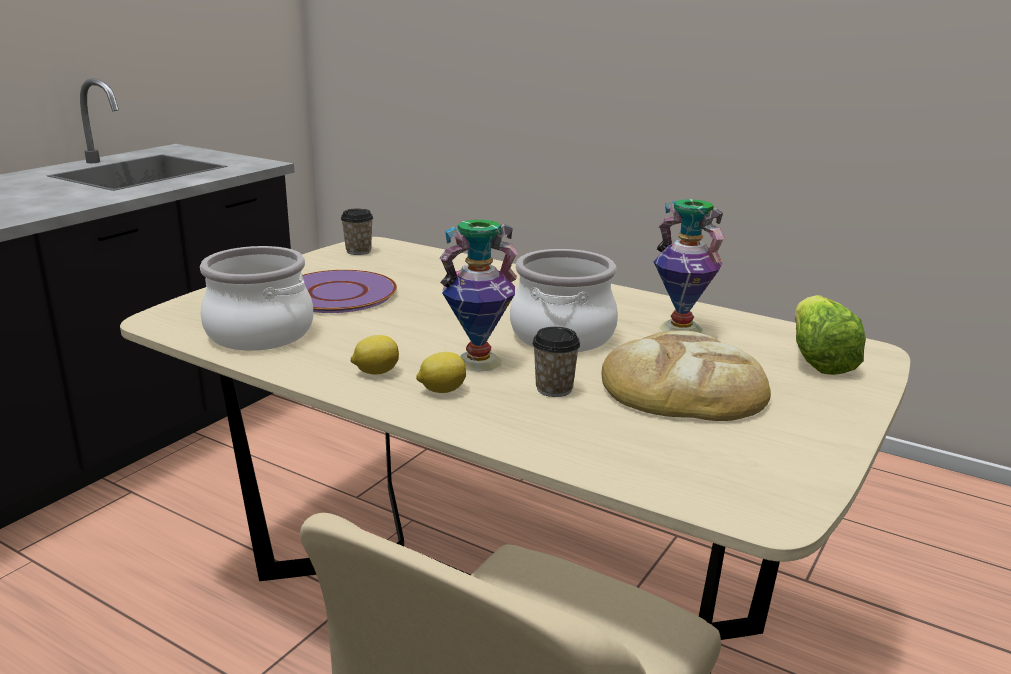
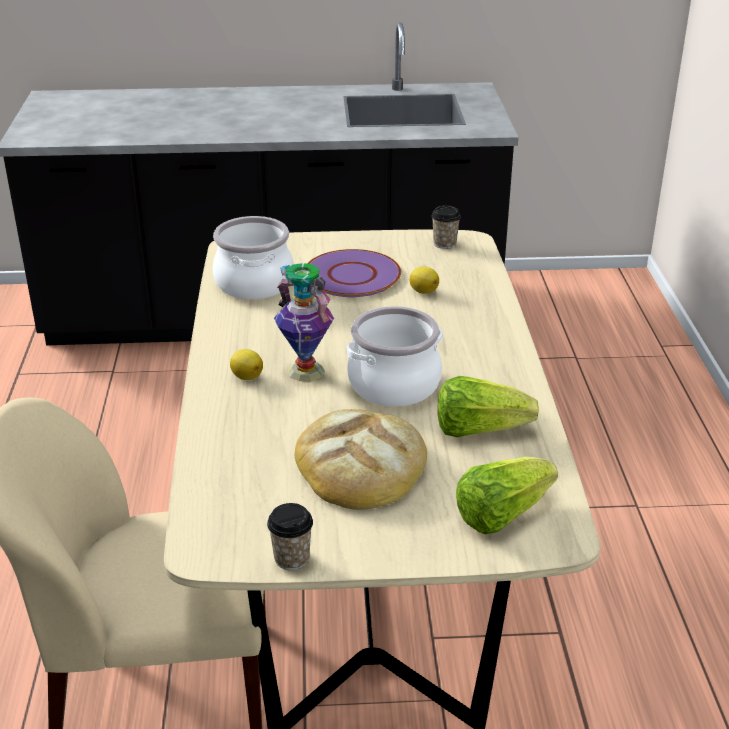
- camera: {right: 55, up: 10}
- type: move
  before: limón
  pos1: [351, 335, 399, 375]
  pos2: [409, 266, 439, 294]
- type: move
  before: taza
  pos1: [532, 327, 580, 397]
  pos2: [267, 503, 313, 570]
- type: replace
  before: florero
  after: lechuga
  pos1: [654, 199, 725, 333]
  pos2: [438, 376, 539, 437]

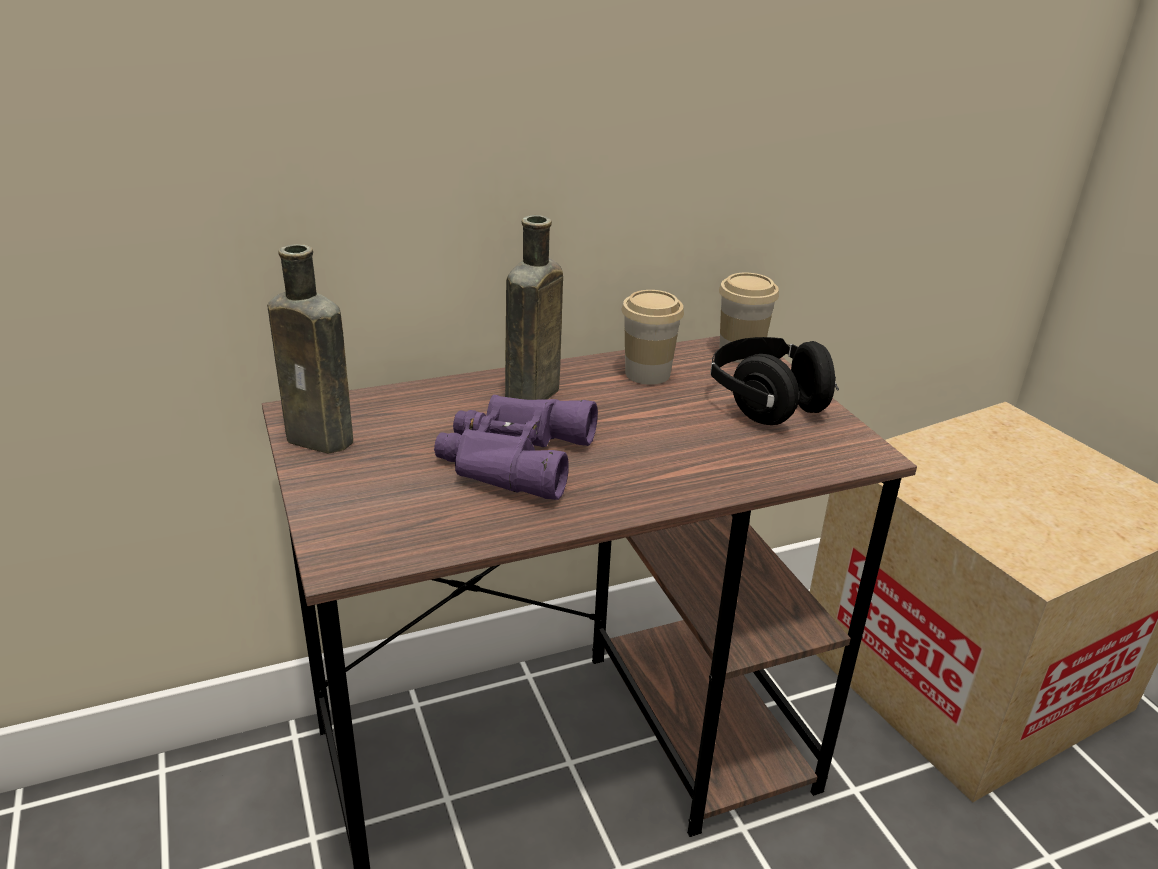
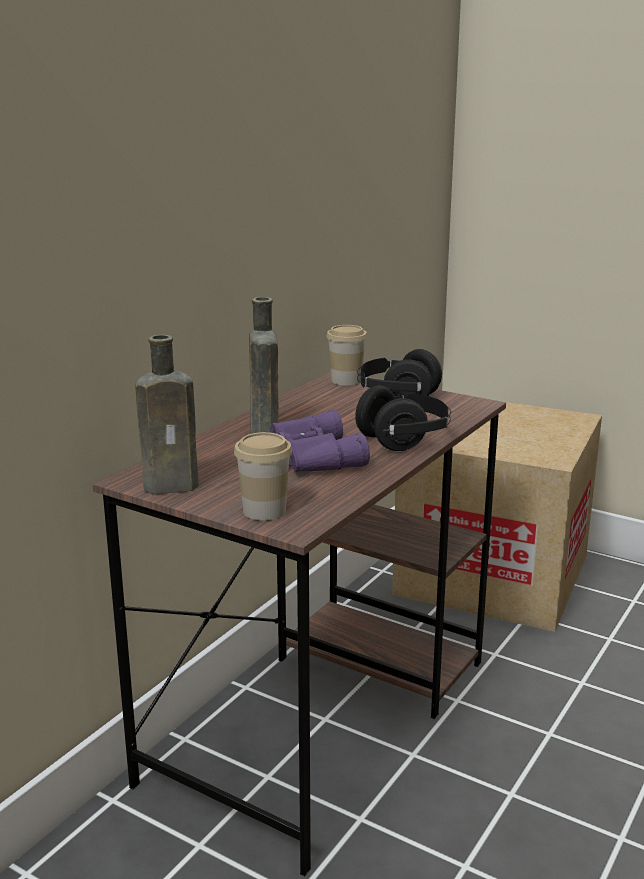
- camera: {right: -35, up: -10}
- type: move
  before: taza
  pos1: [621, 290, 684, 385]
  pos2: [234, 432, 292, 520]
- type: insert
  after: auriculares [negro]
  pos2: [355, 385, 451, 451]

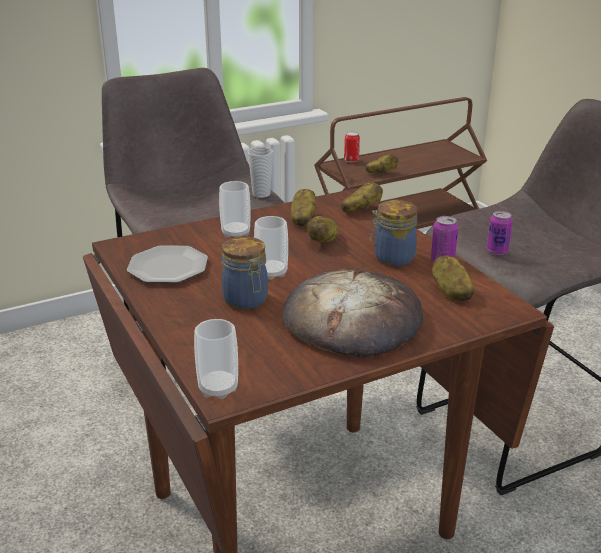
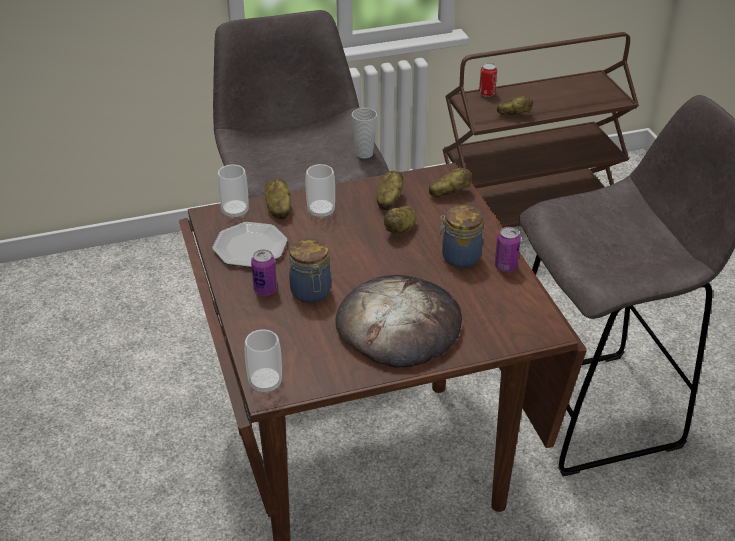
- camera: {right: 10, up: 10}
- type: move
  before: taza
  pos1: [254, 216, 288, 280]
  pos2: [218, 164, 249, 219]
- type: move
  before: patata
  pos1: [432, 255, 474, 301]
  pos2: [265, 179, 291, 219]
- type: move
  before: lata
  pos1: [487, 211, 513, 255]
  pos2: [251, 250, 277, 296]

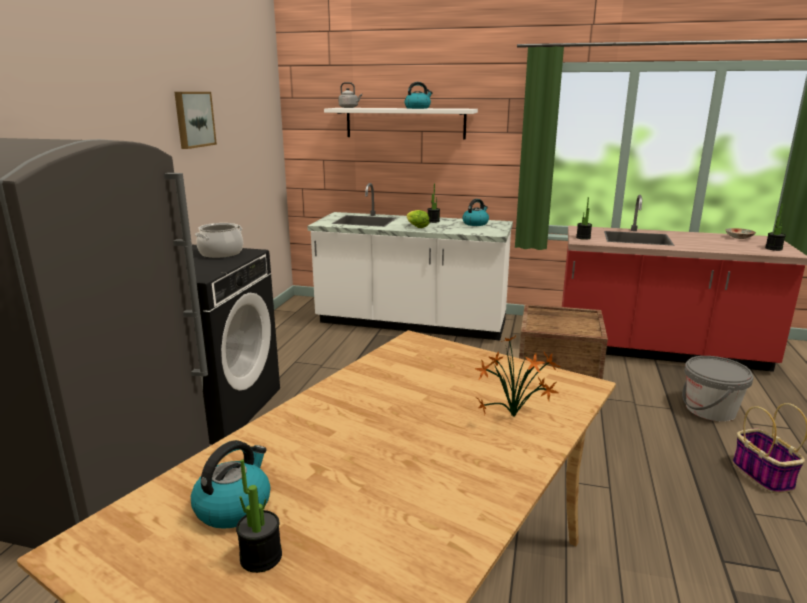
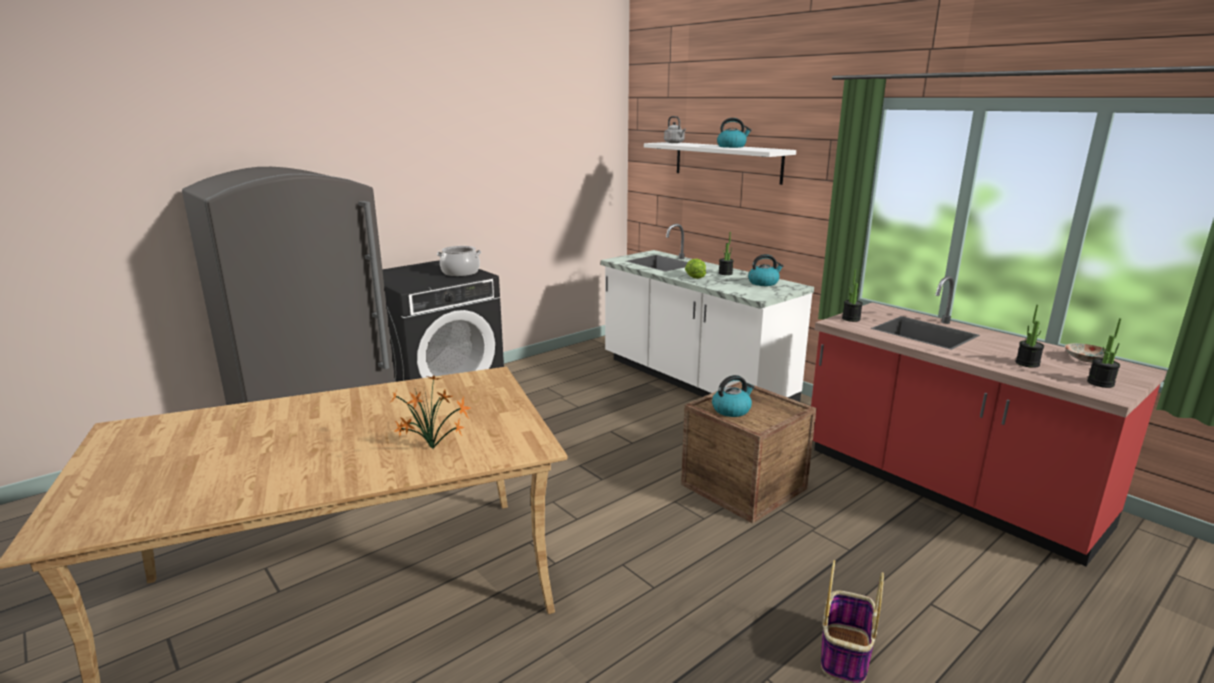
- camera: {right: 35, up: 0}
- type: delete
  before: cuadro
  pos1: [174, 92, 217, 149]
- type: move
  before: hervidor
  pos1: [191, 440, 270, 529]
  pos2: [712, 375, 754, 417]
- type: move
  before: planta en maceta
  pos1: [236, 459, 282, 573]
  pos2: [1016, 305, 1044, 368]
- type: delete
  before: cubo [gris]
  pos1: [682, 356, 753, 421]

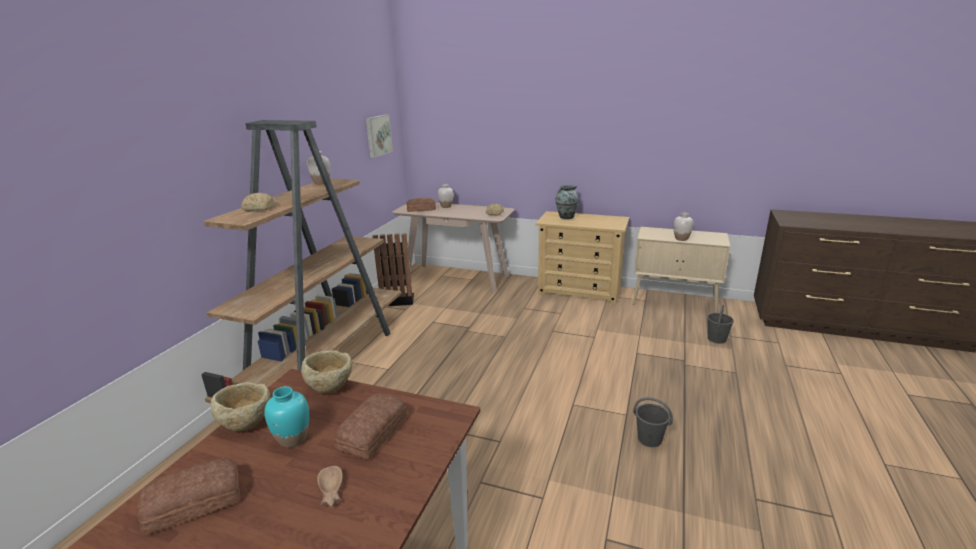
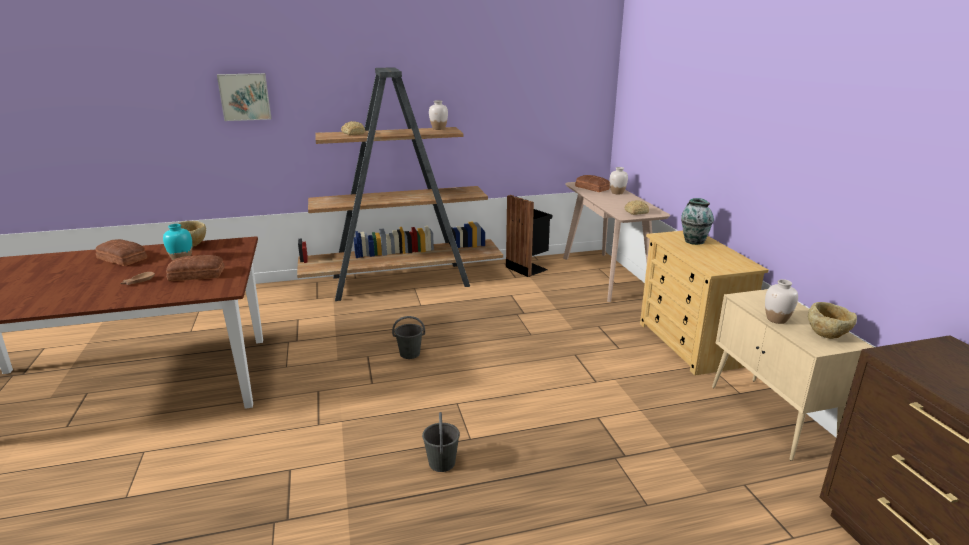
- camera: {right: 55, up: 0}
- type: move
  before: cuenco [beis]
  pos1: [301, 350, 352, 394]
  pos2: [808, 302, 857, 339]
- type: move
  before: cuadro
  pos1: [366, 114, 393, 158]
  pos2: [217, 73, 272, 121]
- type: move
  before: cubo [gris]
  pos1: [707, 305, 734, 344]
  pos2: [392, 316, 425, 359]

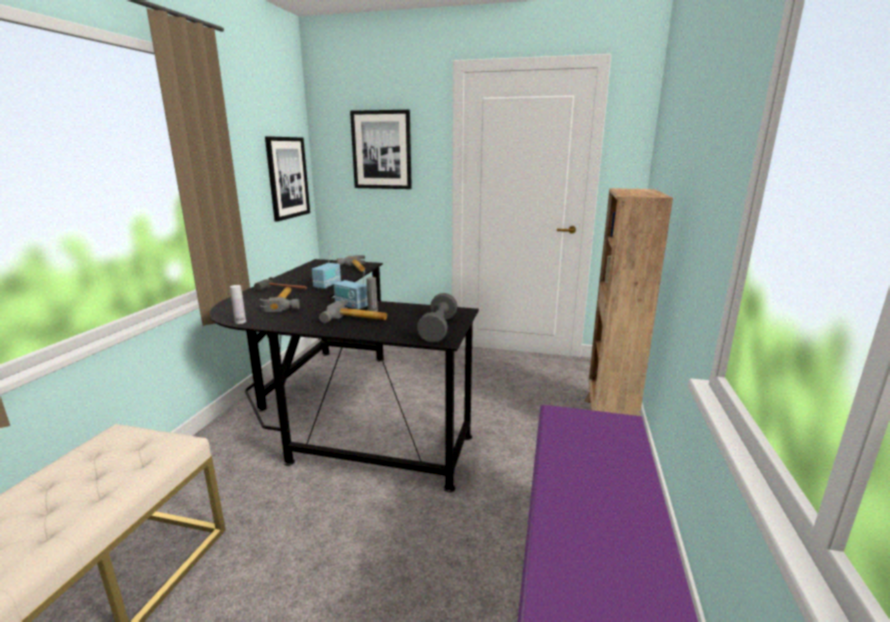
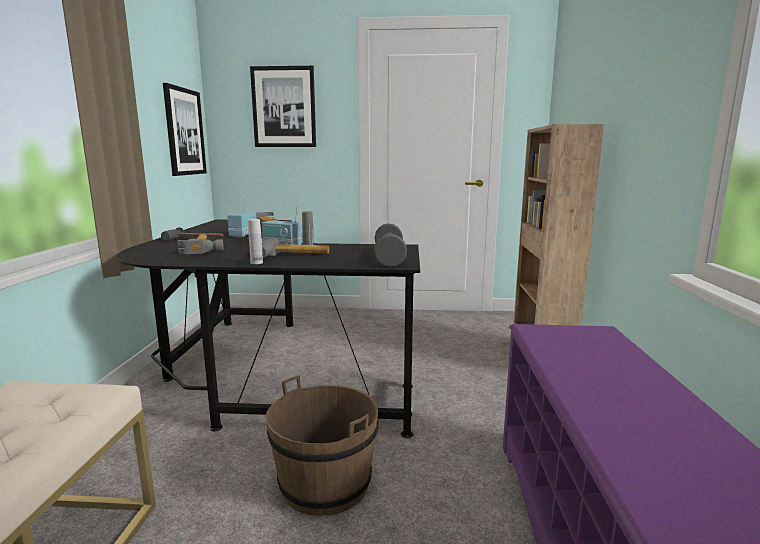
- camera: {right: -10, up: -5}
- type: move
  before: botella [blanco]
  pos1: [230, 285, 246, 324]
  pos2: [248, 219, 263, 264]
- type: insert
  after: cubo [marrón]
  pos2: [266, 375, 378, 516]

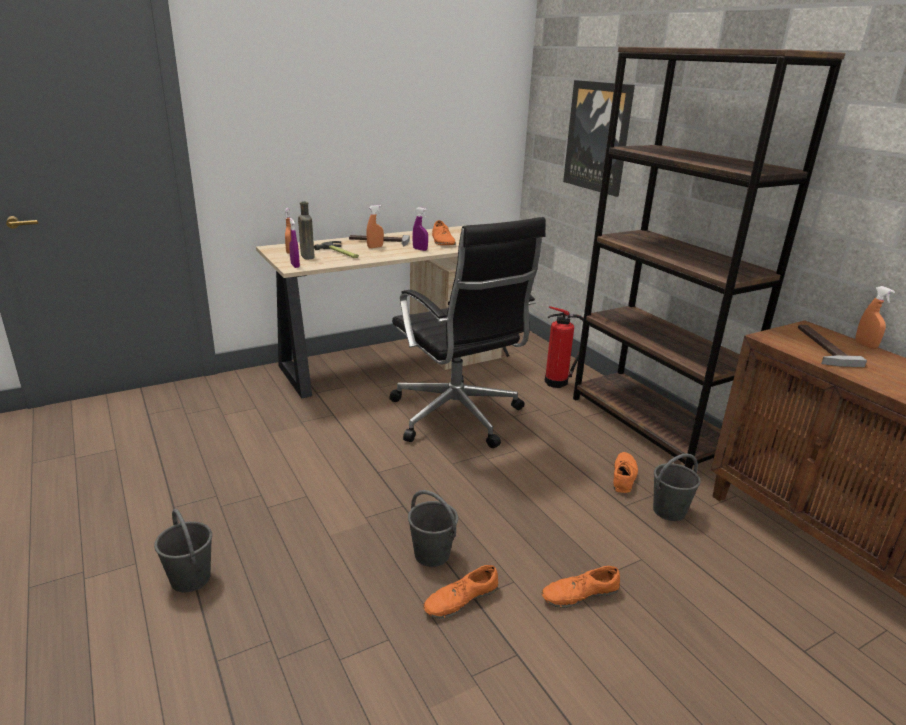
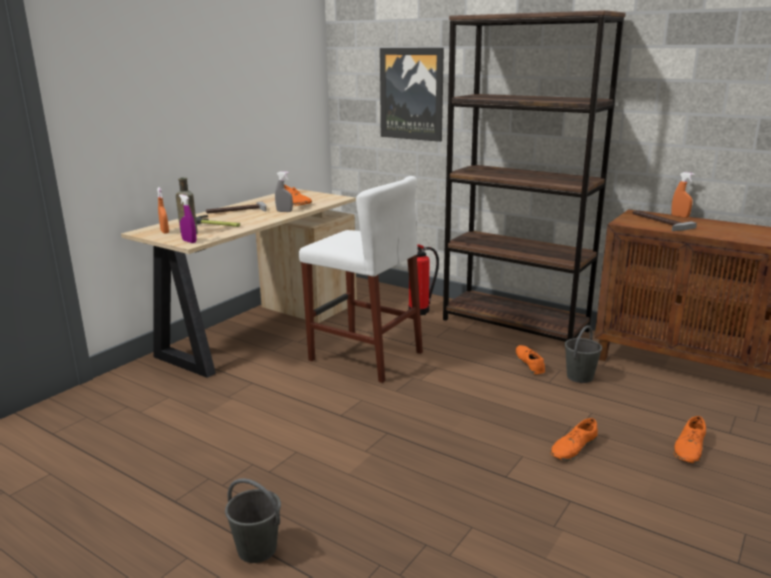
- camera: {right: -25, up: -5}
- type: delete
  before: pulverizador [naranja]
  pos1: [366, 205, 384, 248]
- type: replace
  before: silla de oficina [negro]
  after: taburete [blanco]
  pos1: [389, 217, 546, 448]
  pos2: [299, 176, 423, 383]
- type: delete
  before: cubo [gris]
  pos1: [408, 490, 458, 567]
- type: recolor
  before: pulverizador [morado]
  after: pulverizador [gris]
  pos1: [412, 207, 428, 251]
  pos2: [275, 171, 293, 212]
- type: move
  before: zapato [naranja]
  pos1: [423, 565, 498, 619]
  pos2: [673, 416, 706, 464]

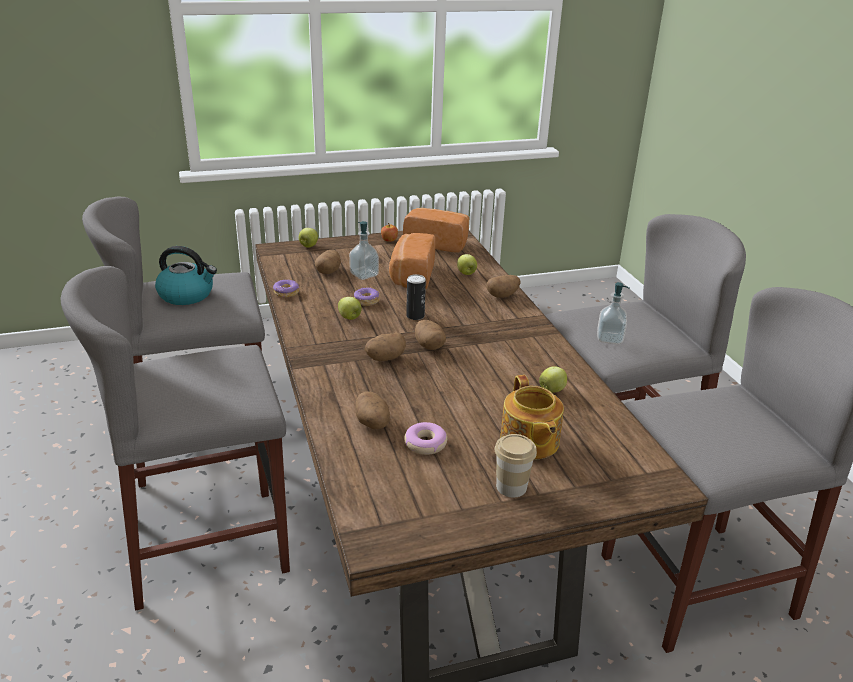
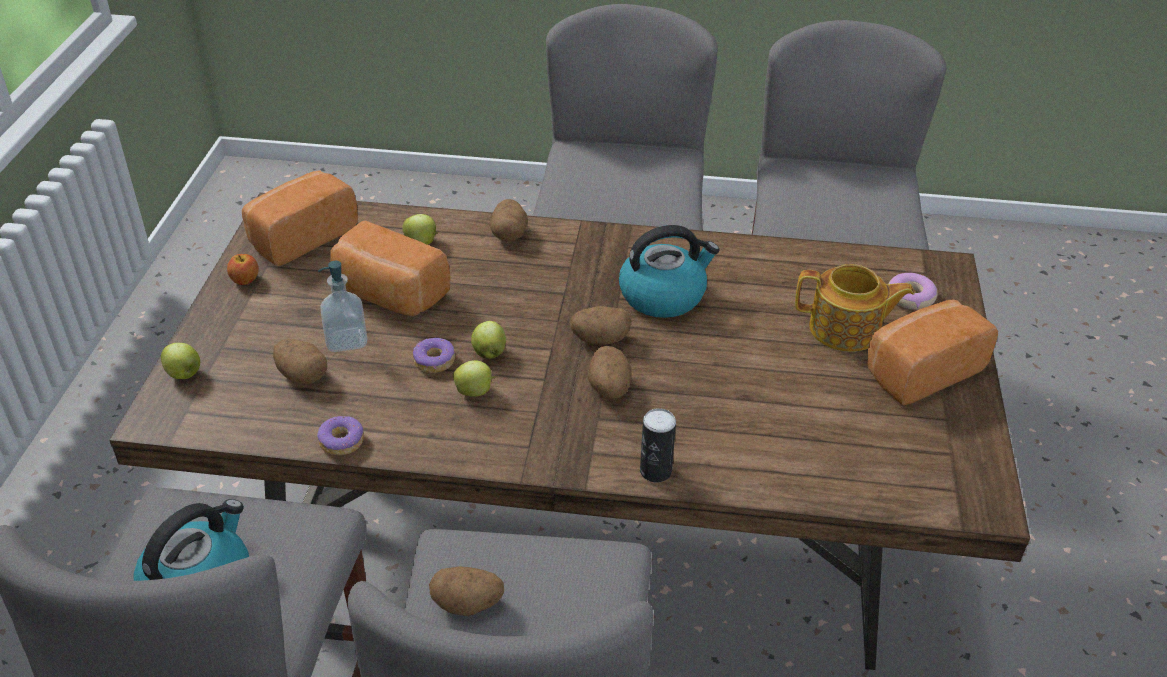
- camera: {right: -65, up: 10}
- type: move
  before: patata
  pos1: [356, 391, 390, 429]
  pos2: [429, 566, 504, 616]
- type: move
  before: rosquilla
  pos1: [405, 422, 447, 455]
  pos2: [888, 273, 937, 310]
- type: move
  before: lata
  pos1: [406, 274, 426, 320]
  pos2: [640, 408, 676, 482]
- type: replace
  before: taza
  after: pan
  pos1: [495, 434, 537, 498]
  pos2: [867, 300, 998, 405]
- type: move
  before: manzana
  pos1: [539, 366, 567, 393]
  pos2: [471, 321, 506, 359]
- type: delete
  before: dispensador de jabón
  pos1: [597, 282, 630, 344]
- type: insert
  after: hervidor
  pos2: [619, 225, 719, 318]

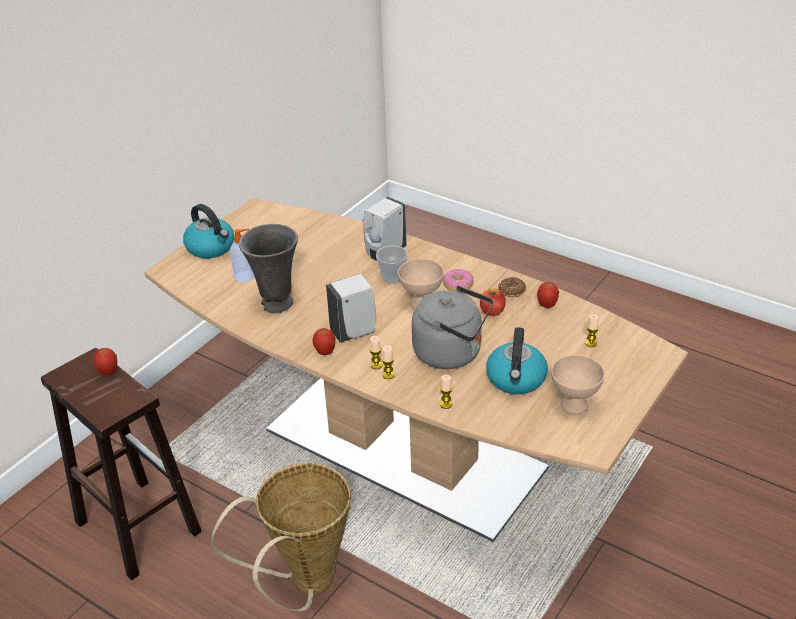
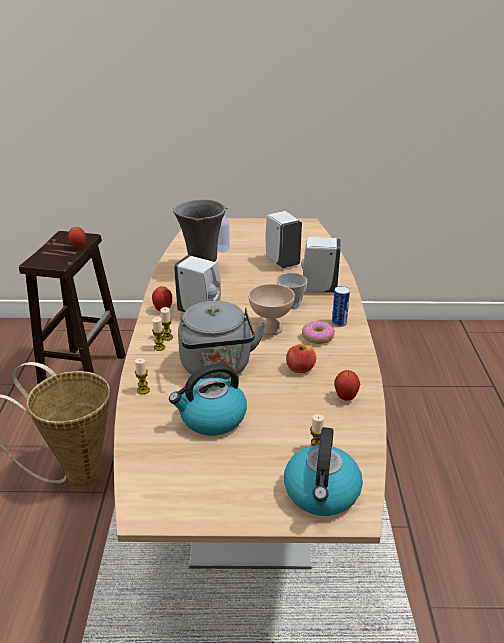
- camera: {right: 55, up: -5}
- type: move
  before: hervidor
  pos1: [183, 204, 234, 258]
  pos2: [284, 427, 363, 516]
- type: delete
  before: rosquilla
  pos1: [498, 277, 526, 297]
- type: delete
  before: cuenco [beis]
  pos1: [551, 355, 605, 415]
- type: insert
  after: dispensador de jabón [blanco]
  pos2: [265, 211, 302, 268]
- type: insert
  after: lata
  pos2: [332, 286, 350, 327]

